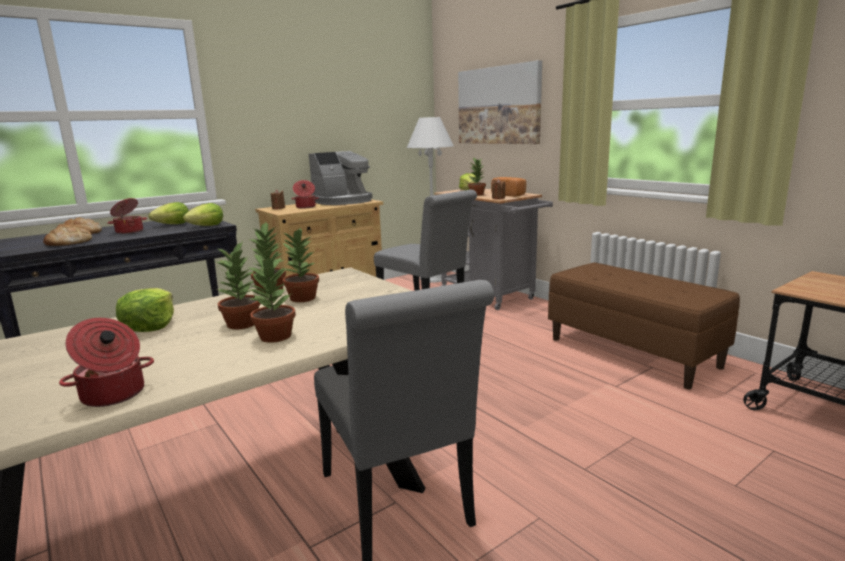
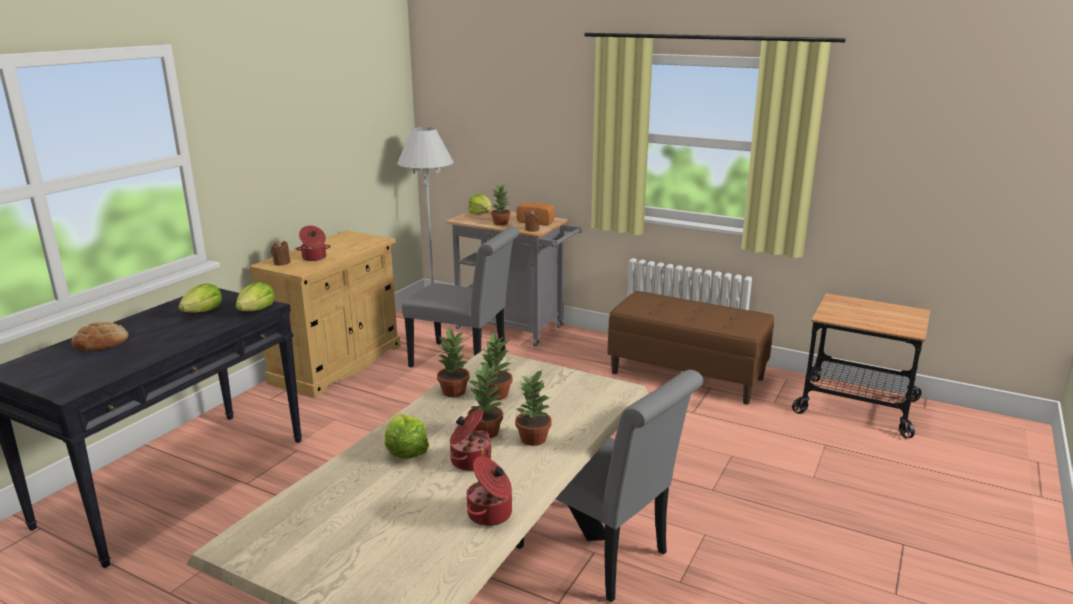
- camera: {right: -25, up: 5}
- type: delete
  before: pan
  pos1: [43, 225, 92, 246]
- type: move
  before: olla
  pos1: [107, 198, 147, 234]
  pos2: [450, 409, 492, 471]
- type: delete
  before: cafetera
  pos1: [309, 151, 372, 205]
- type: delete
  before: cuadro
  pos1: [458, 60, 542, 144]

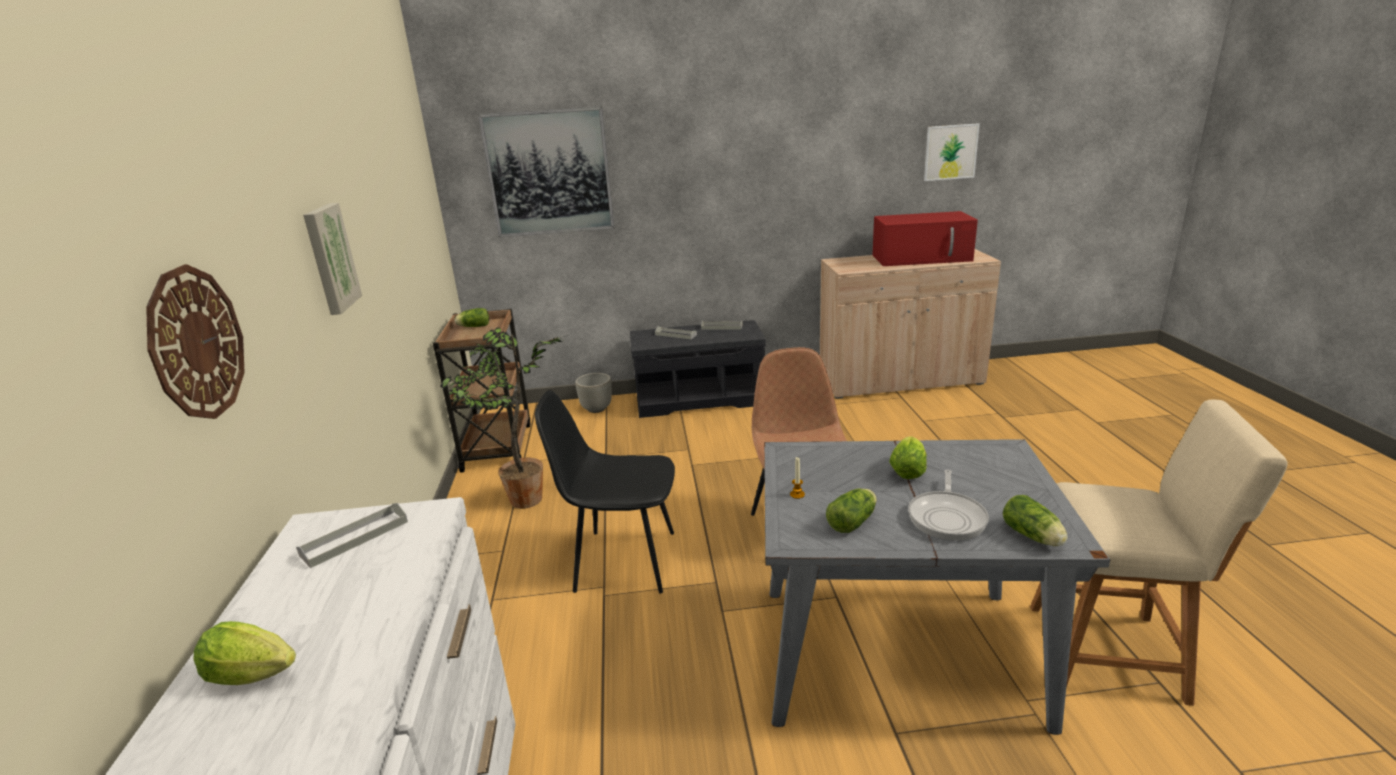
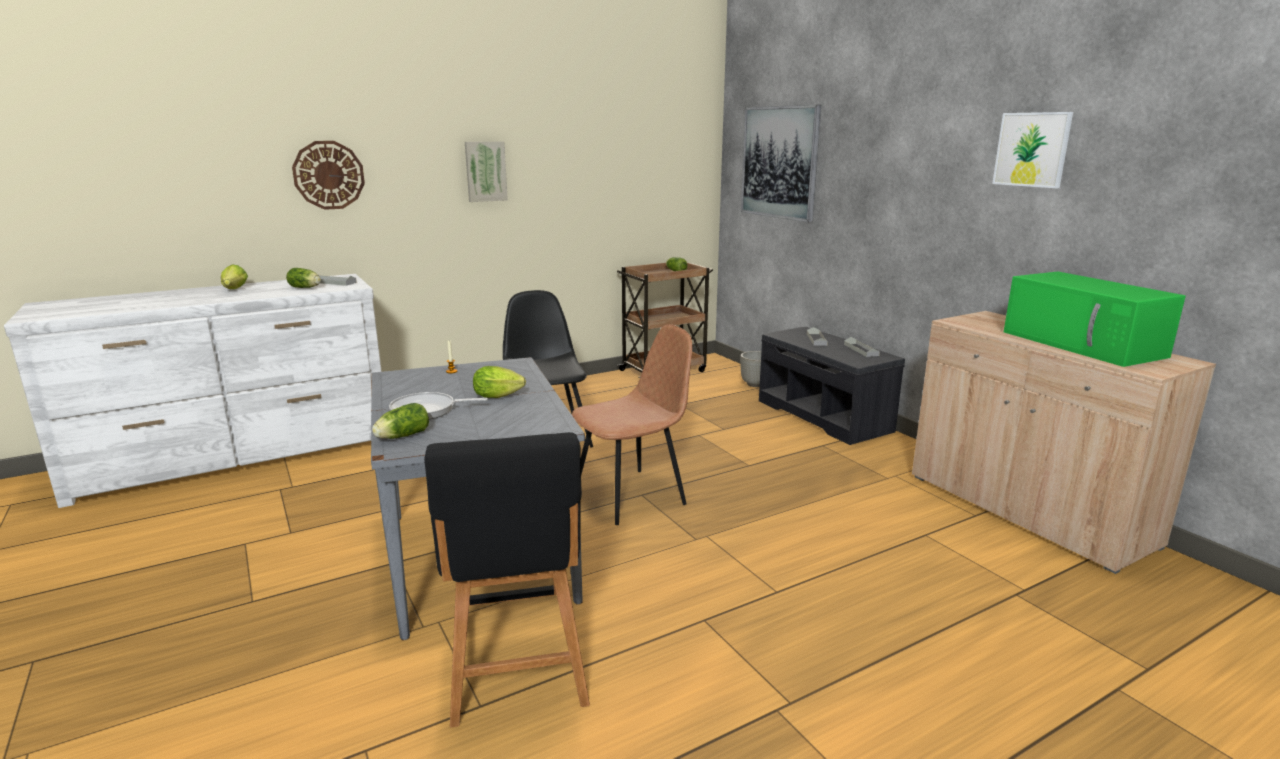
- camera: {right: 65, up: -5}
- type: delete
  before: planta en maceta
  pos1: [440, 328, 566, 509]
- type: move
  before: lechuga
  pos1: [826, 488, 877, 533]
  pos2: [286, 268, 321, 288]
- type: recolor
  before: microondas [rojo]
  after: microondas [verde]
  pos1: [872, 211, 978, 266]
  pos2: [1004, 271, 1186, 367]
- type: move
  before: cuadro
  pos1: [924, 123, 980, 181]
  pos2: [992, 112, 1073, 188]
- type: recolor
  before: taburete [beis]
  after: taburete [negro]
  pos1: [1030, 400, 1288, 706]
  pos2: [424, 432, 590, 728]

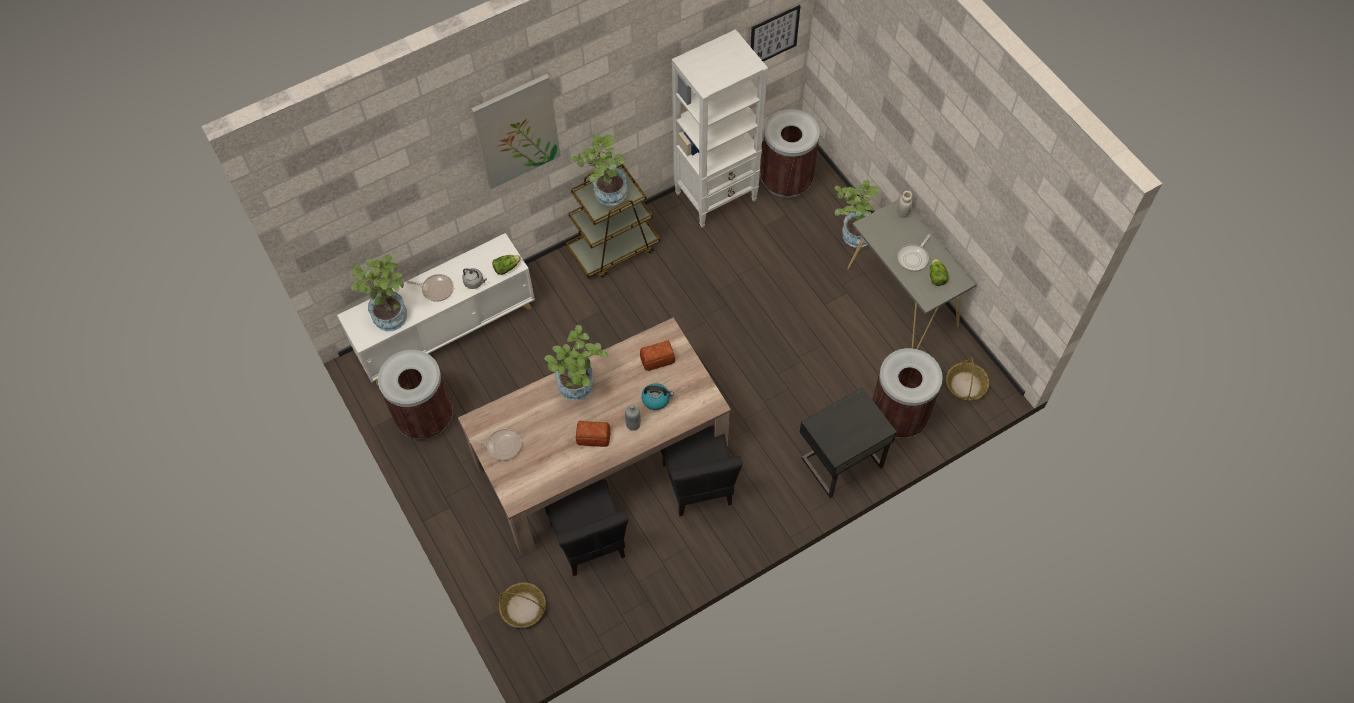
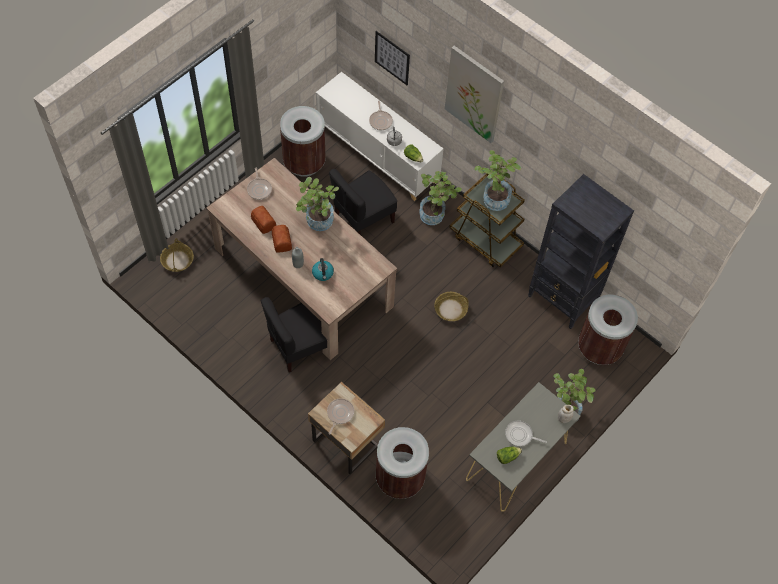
- camera: {right: 70, up: 0}
- type: move
  before: planta en maceta
  pos1: [351, 254, 407, 331]
  pos2: [419, 171, 462, 225]
- type: move
  before: silla [negro]
  pos1: [545, 480, 628, 576]
  pos2: [329, 169, 397, 234]
- type: move
  before: pan
  pos1: [640, 340, 675, 371]
  pos2: [251, 206, 276, 234]
- type: recolor
  before: estantería [blanco]
  after: estantería [negro]
  pos1: [672, 29, 768, 228]
  pos2: [528, 174, 634, 329]
- type: move
  before: cuadro
  pos1: [751, 5, 800, 61]
  pos2: [375, 31, 410, 85]
- type: recolor
  before: mesita de noche [negro]
  after: mesita de noche [beis]
  pos1: [800, 387, 897, 498]
  pos2: [308, 382, 385, 475]
- type: move
  before: cesta
  pos1: [946, 357, 989, 400]
  pos2: [434, 292, 468, 321]
- type: insert
  after: sartén
  pos2: [327, 398, 354, 434]

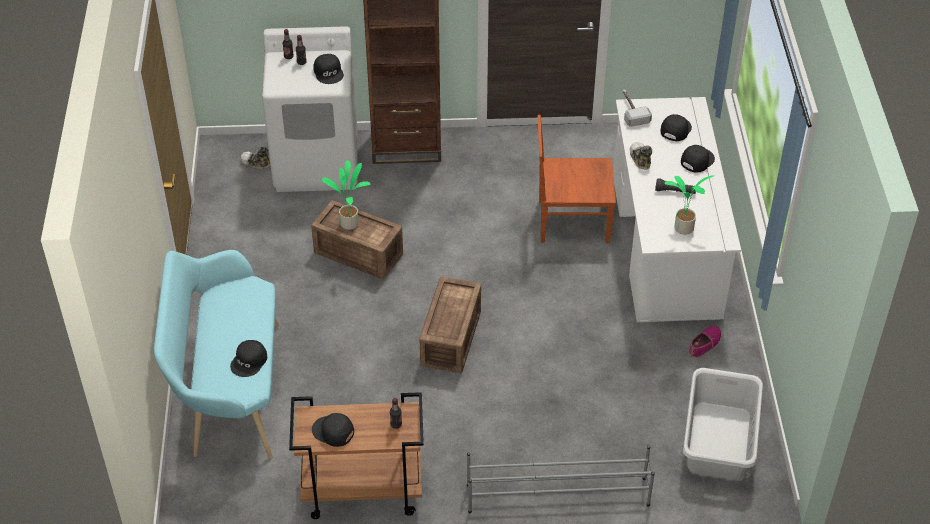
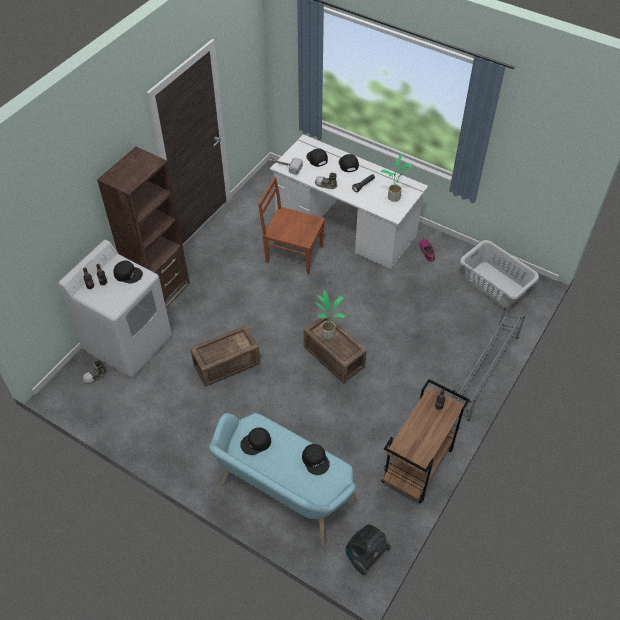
- camera: {right: -55, up: 5}
- type: move
  before: gorra [negro]
  pos1: [312, 413, 354, 447]
  pos2: [240, 428, 271, 455]
- type: move
  before: planta en maceta
  pos1: [322, 160, 370, 230]
  pos2: [316, 290, 345, 339]
- type: rotate
  before: silla [marrón]
  pos1: [538, 115, 616, 243]
  pos2: [258, 176, 325, 274]
  turn: 75
- type: insert
  after: aspiradora
  pos2: [345, 524, 391, 575]

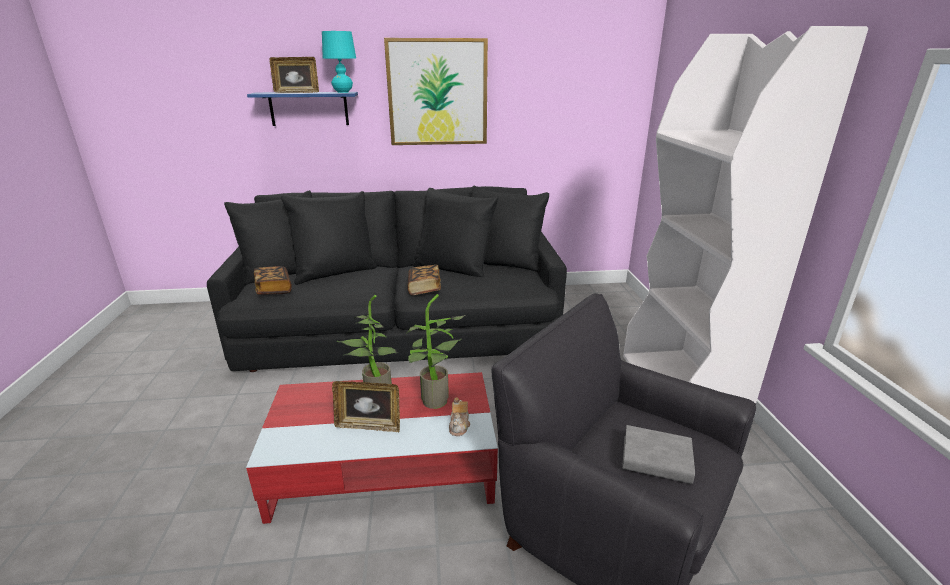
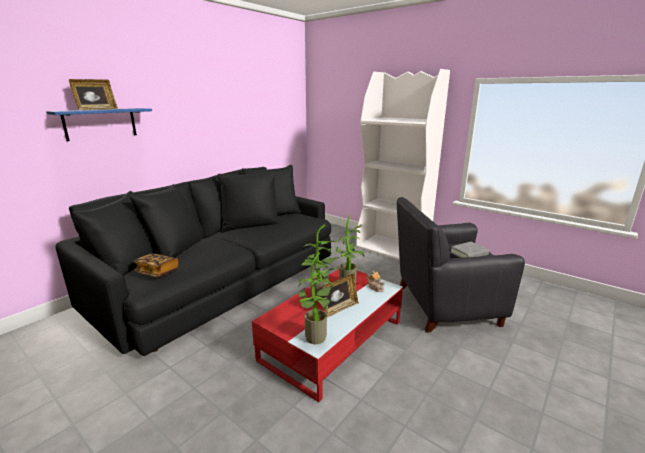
- camera: {right: -45, up: -5}
- type: delete
  before: lámpara de mesa [turquesa]
  pos1: [322, 31, 356, 93]
- type: delete
  before: cuadro
  pos1: [384, 38, 488, 145]
- type: delete
  before: libro
  pos1: [408, 265, 441, 295]
- type: insert
  after: planta en maceta
  pos2: [298, 252, 340, 344]

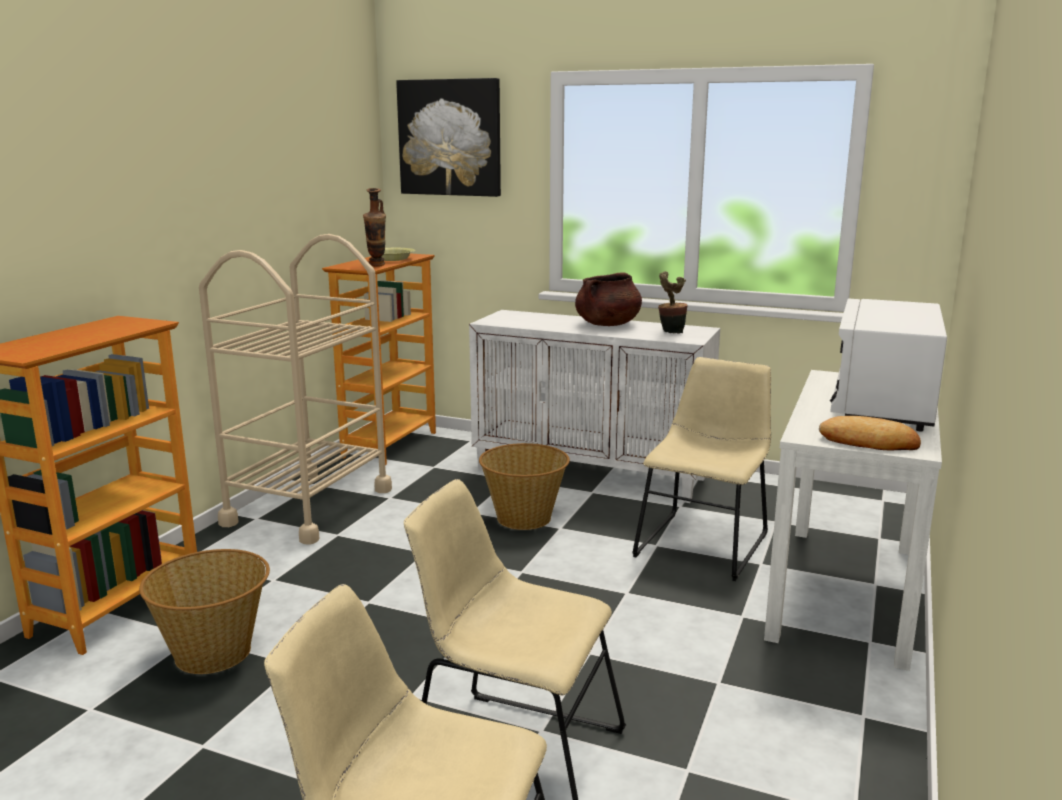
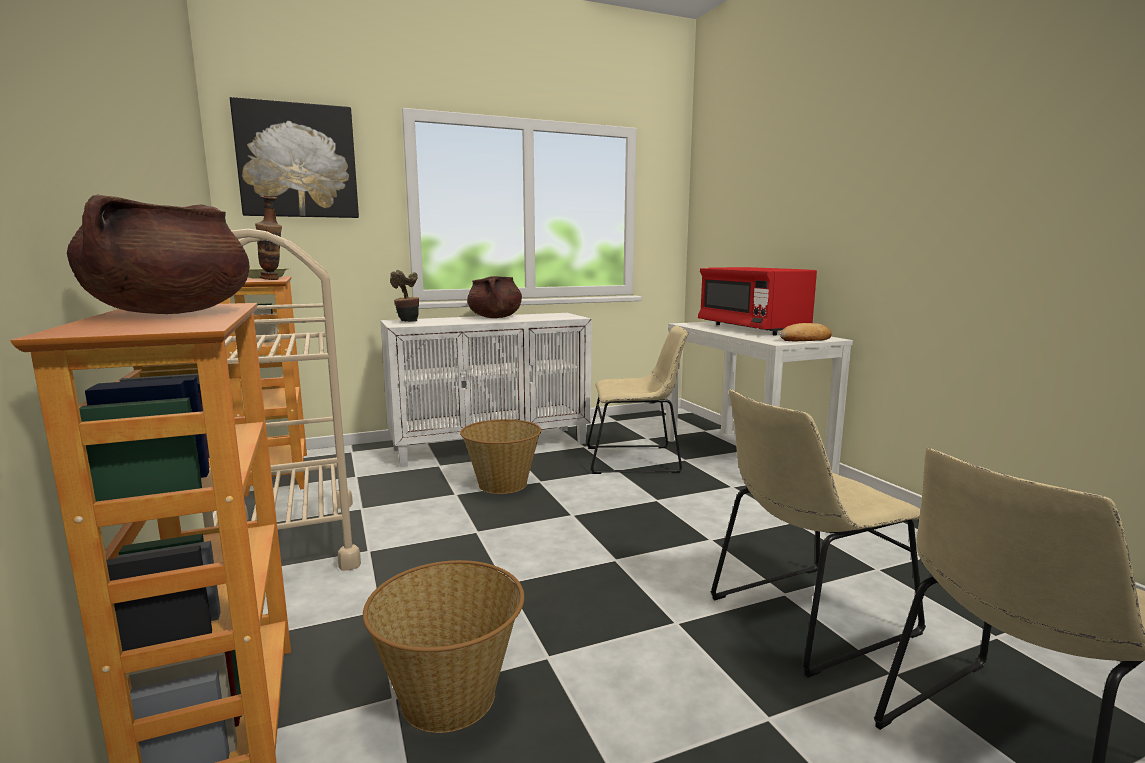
- camera: {right: -45, up: -5}
- type: rotate
  before: silla [beis]
  pos1: [632, 357, 771, 581]
  pos2: [587, 326, 689, 474]
  turn: 105
- type: move
  before: planta en maceta
  pos1: [658, 271, 688, 334]
  pos2: [390, 270, 419, 322]
- type: recolor
  before: microondas [blanco]
  after: microondas [rojo]
  pos1: [830, 299, 947, 432]
  pos2: [698, 267, 817, 336]
- type: insert
  after: olla [marrón]
  pos2: [67, 195, 250, 314]

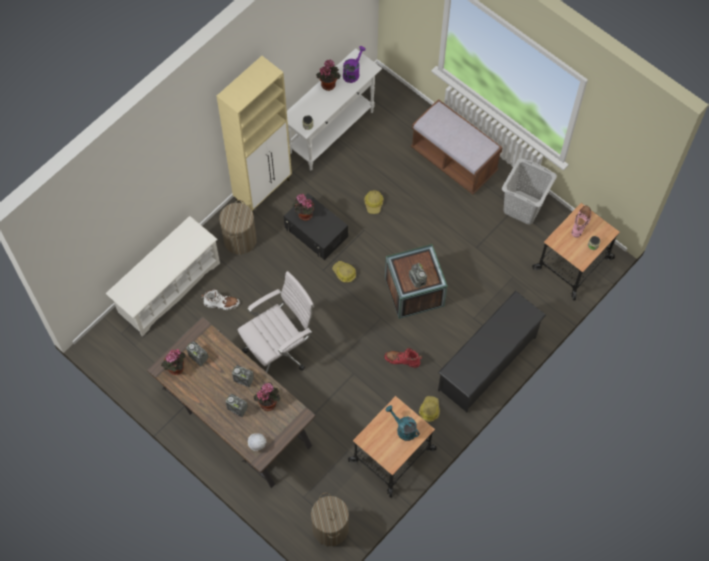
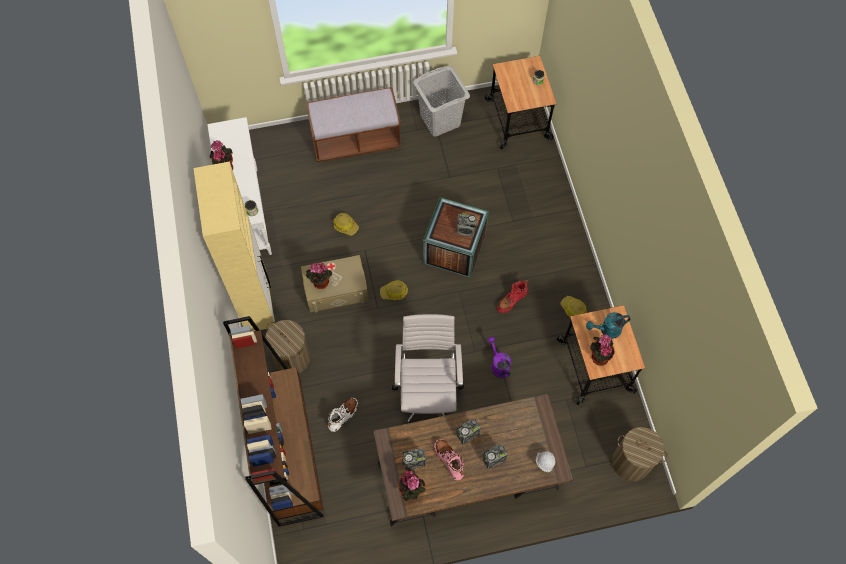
- camera: {right: -55, up: 0}
- type: replace
  before: zapatero [blanco]
  after: estantería [marrón]
  pos1: [106, 216, 220, 337]
  pos2: [223, 316, 324, 527]
- type: move
  before: planta en maceta
  pos1: [254, 382, 281, 411]
  pos2: [590, 334, 614, 366]
- type: recolor
  before: caja de almacenaje [negro]
  after: caja de almacenaje [beis]
  pos1: [284, 193, 348, 260]
  pos2: [301, 255, 369, 313]
- type: move
  before: regadera [morado]
  pos1: [343, 46, 366, 83]
  pos2: [487, 337, 511, 378]
- type: delete
  before: zapatero [negro]
  pos1: [438, 291, 546, 412]
- type: move
  before: bota [rosa]
  pos1: [571, 206, 591, 237]
  pos2: [434, 439, 464, 480]

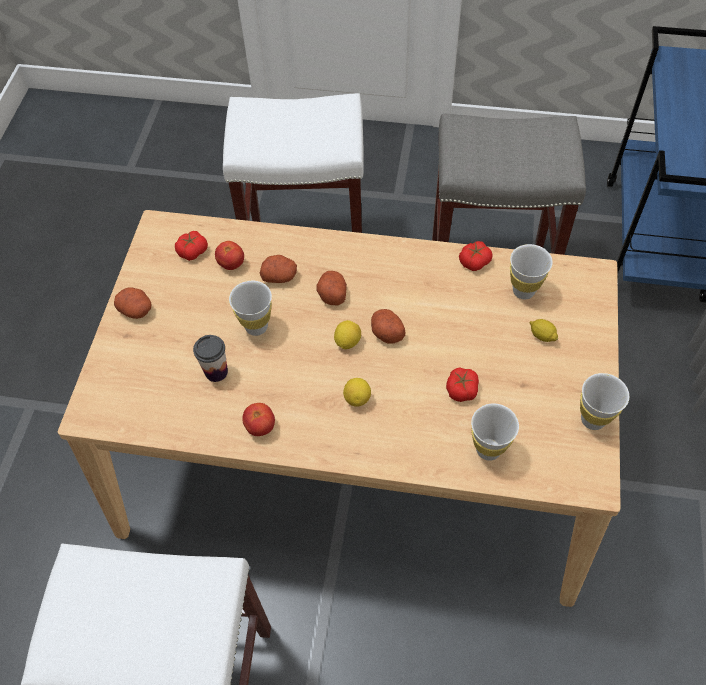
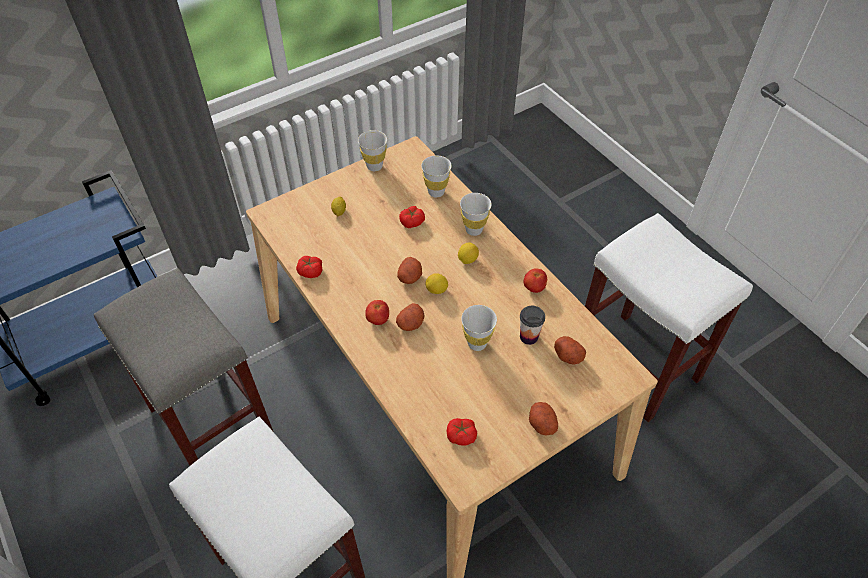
- camera: {right: -135, up: -5}
- type: move
  before: tomate
  pos1: [215, 241, 244, 270]
  pos2: [365, 300, 389, 325]
- type: move
  before: patata
  pos1: [260, 255, 297, 283]
  pos2: [554, 336, 586, 365]
- type: move
  before: taza [blanco]
  pos1: [510, 244, 553, 299]
  pos2: [460, 193, 492, 236]

